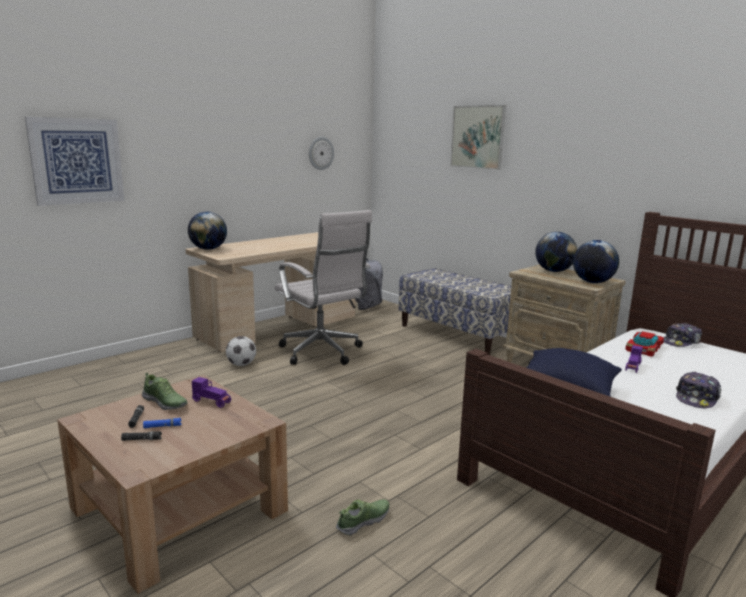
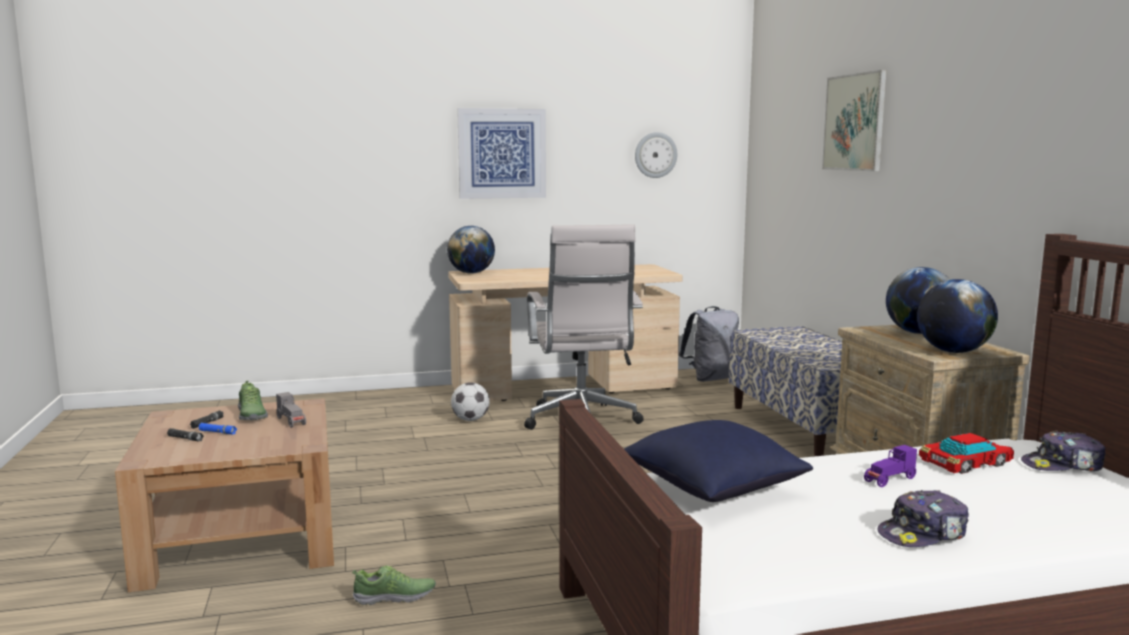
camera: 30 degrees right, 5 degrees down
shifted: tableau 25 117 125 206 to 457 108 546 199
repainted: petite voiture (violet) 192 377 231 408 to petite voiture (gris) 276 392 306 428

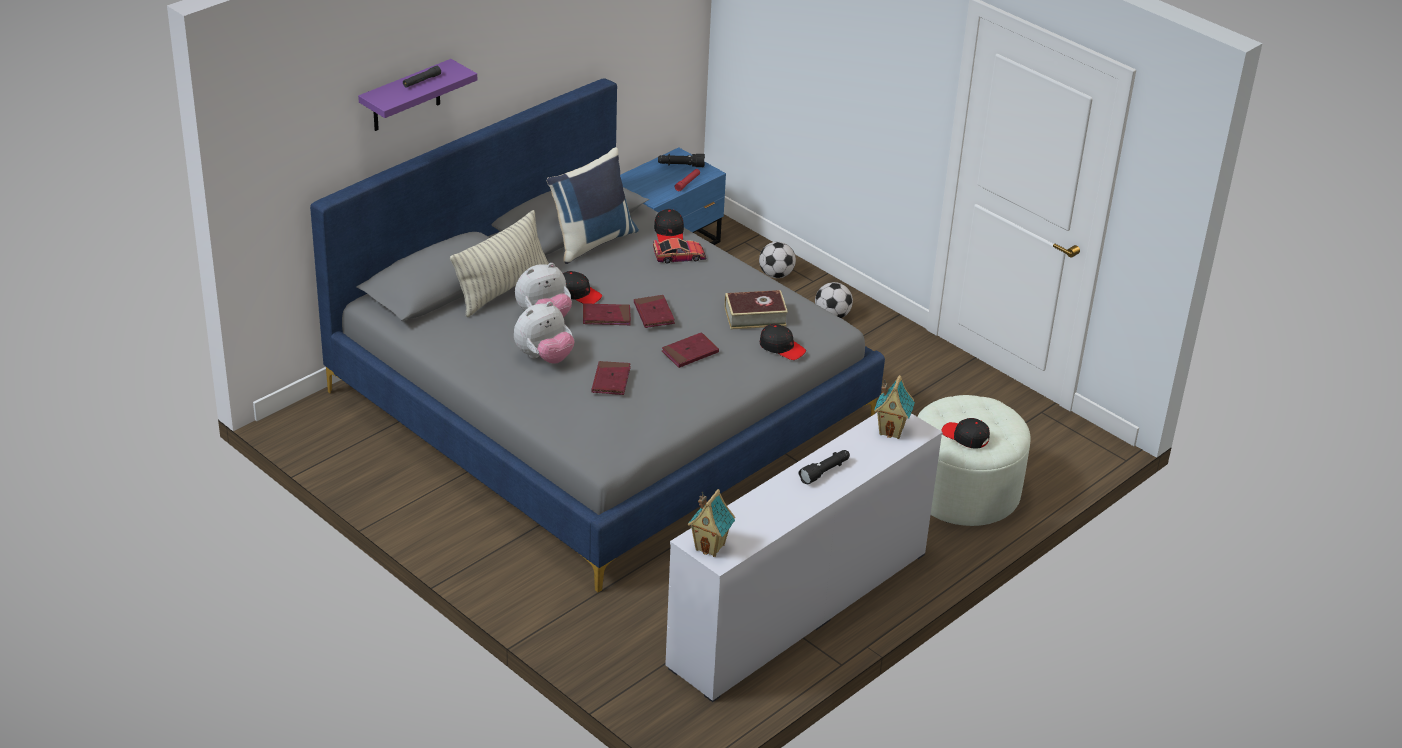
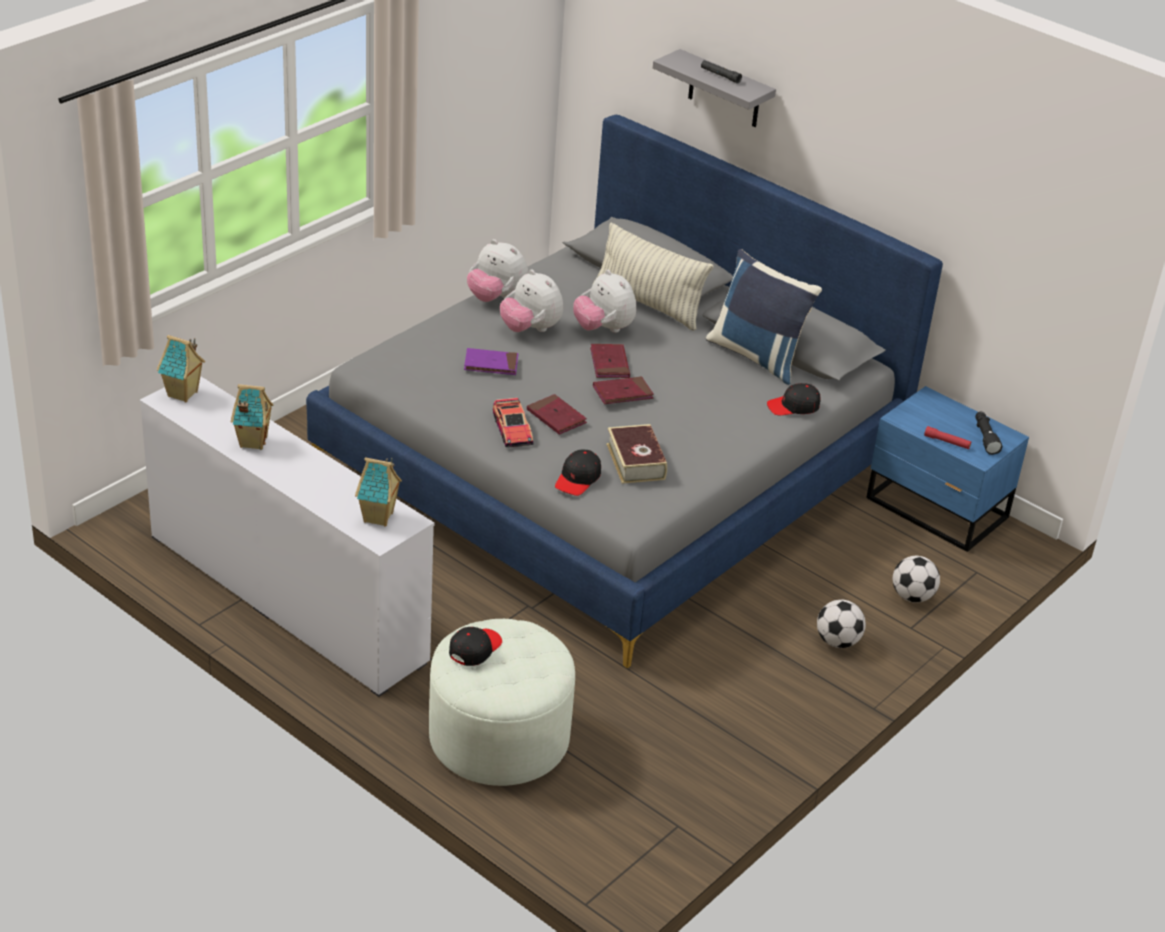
camera: 85 degrees right, 0 degrees up
gone: casquette (noir) 563 271 602 304; lampe de poche (noir) 799 450 850 485
new: maison miniature 231 384 273 450; peluche 467 239 528 302
shifted: petite voiture 653 237 706 264 to 493 398 534 447
repainted: étagère (violet) 358 59 477 131 to étagère (gris) 653 49 776 127; livre (rouge) 592 361 631 395 to livre (violet) 464 348 518 375

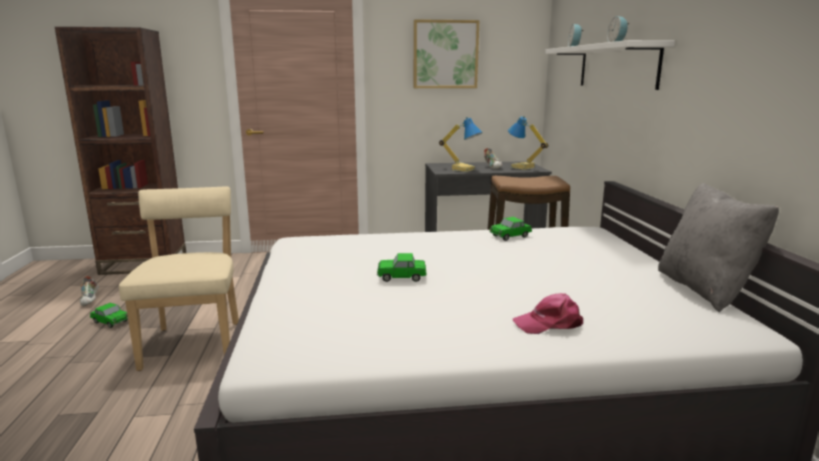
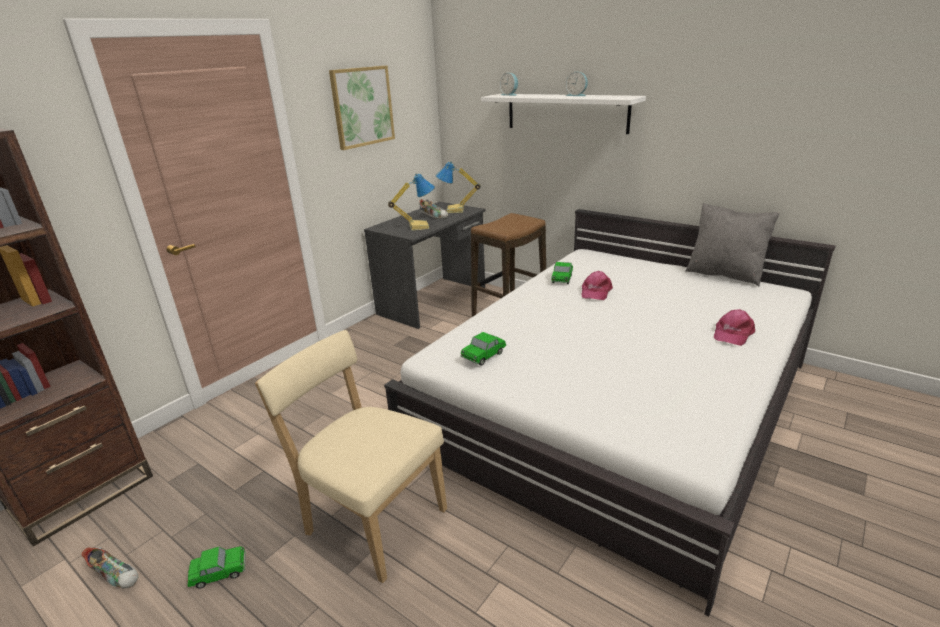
camera: 45 degrees left, 10 degrees up
new: casquette (rose) 582 271 613 300
shifted: petite voiture 377 253 426 282 to 461 332 506 366

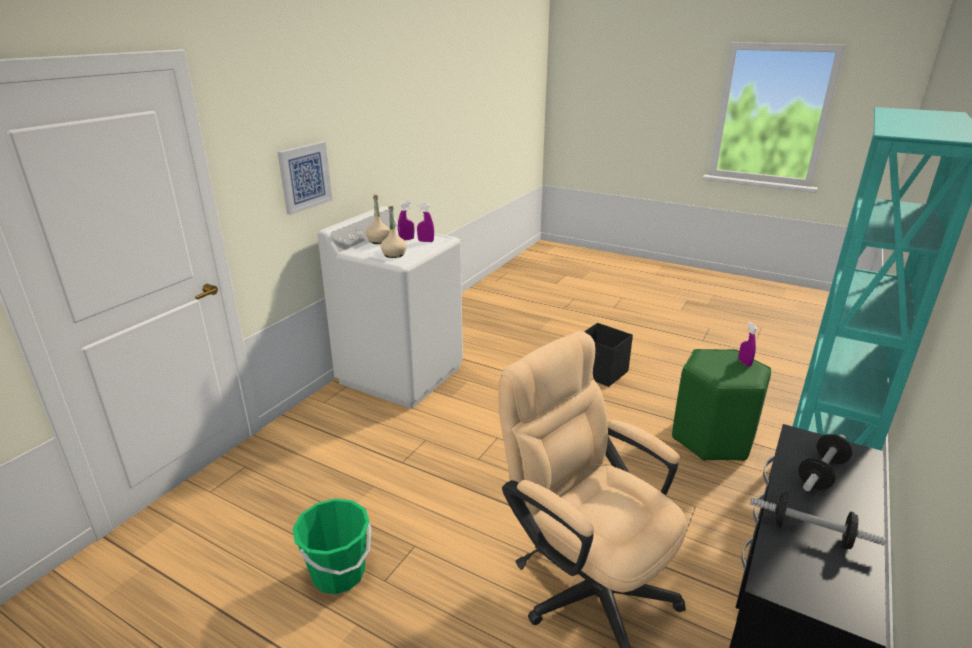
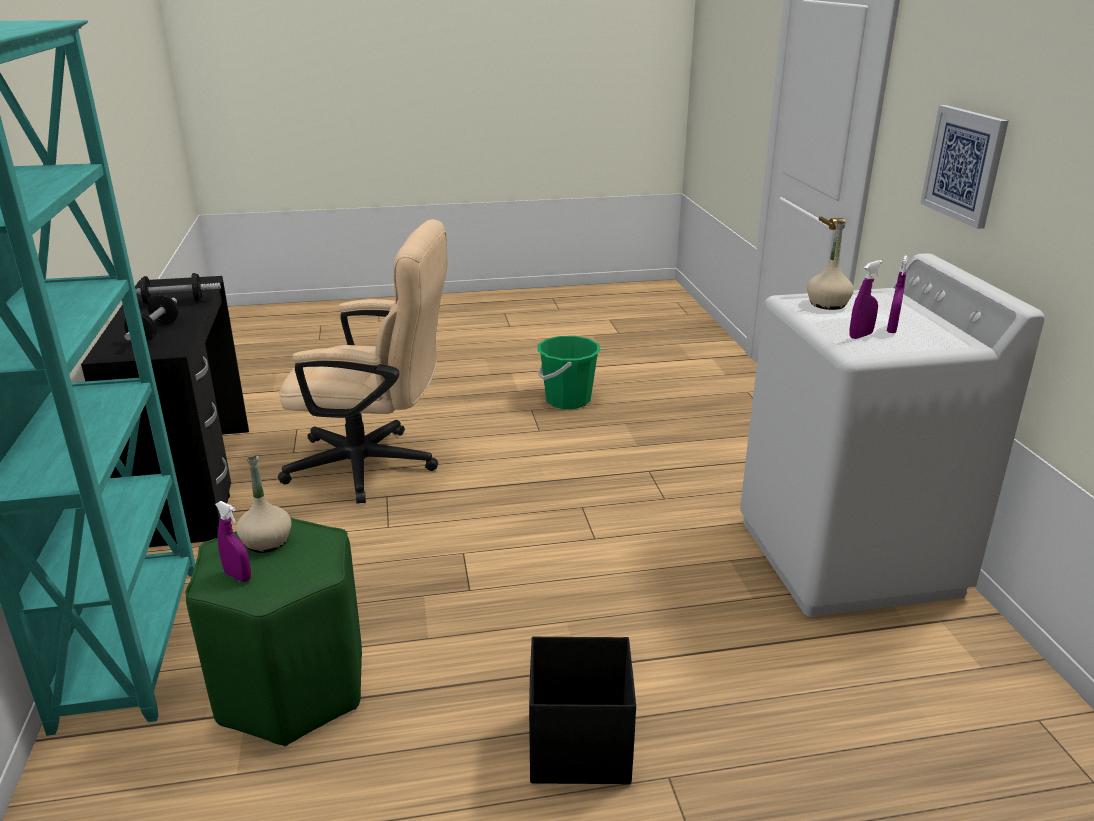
camera: 140 degrees right, 0 degrees up
shifted: bouteille (beige) 366 194 390 244 to 236 453 291 553

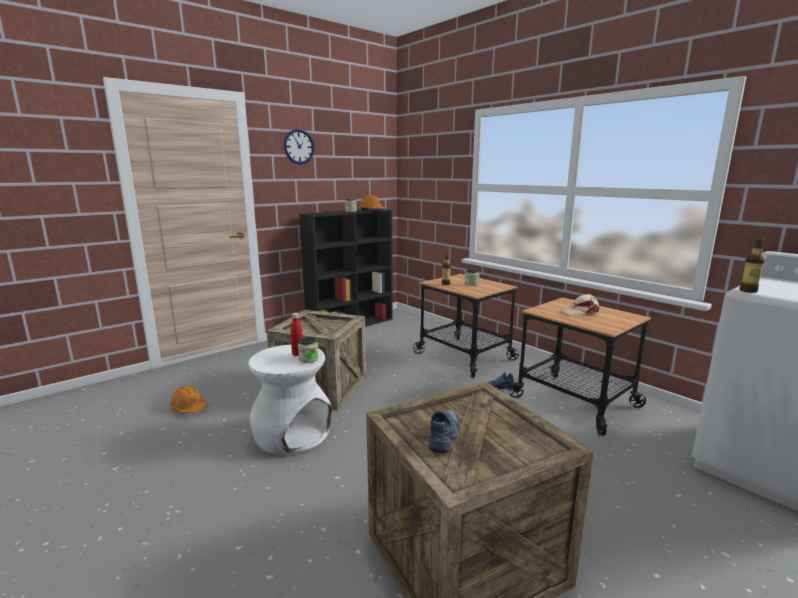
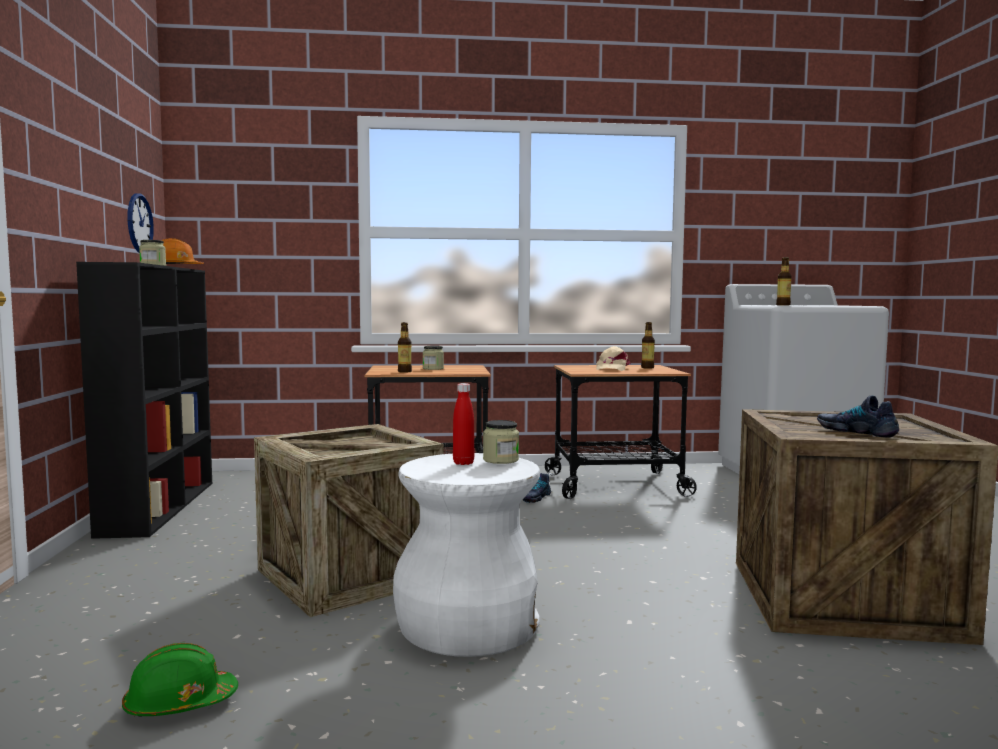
camera: 55 degrees left, 10 degrees down
new: bouteille 641 322 655 369
shifted: horloge murale 284 129 315 165 to 127 193 154 252
repainted: casque de chantier (orange) 170 386 207 413 to casque de chantier (vert) 122 643 238 717

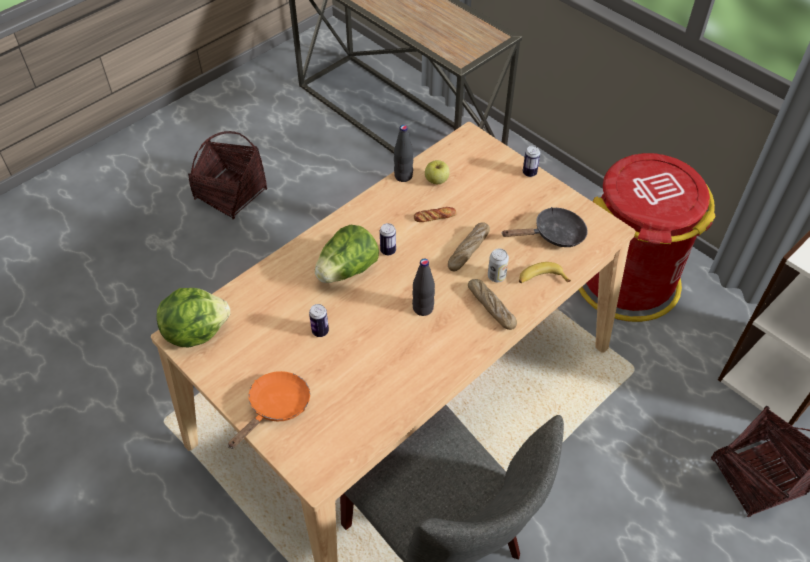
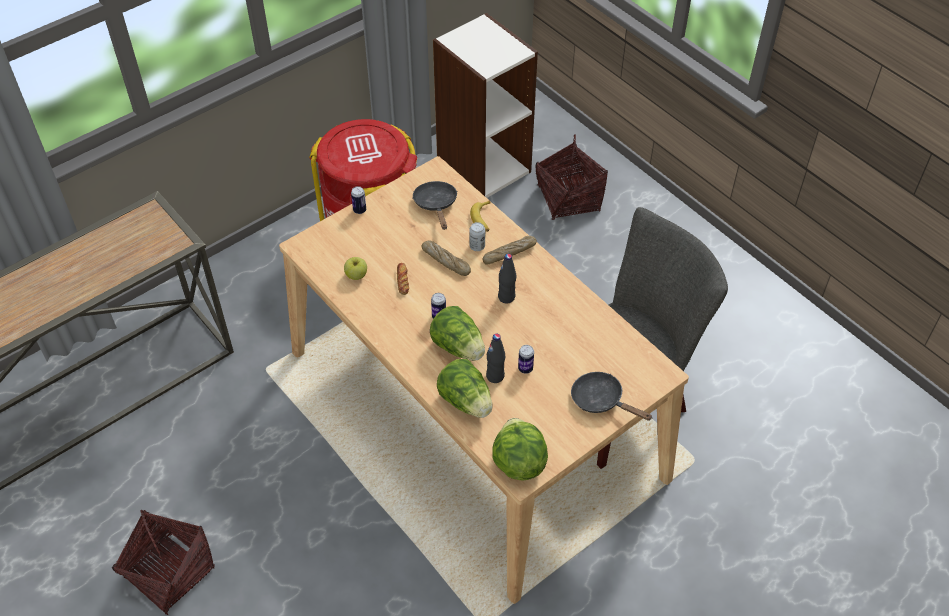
camera: 85 degrees left, 0 degrees up
new: laitue 437 359 493 418
shifted: bouteille (noir) 394 125 413 182 to 486 333 505 383
repainted: poêle (orange) 228 371 310 449 to poêle (noir) 571 372 653 421

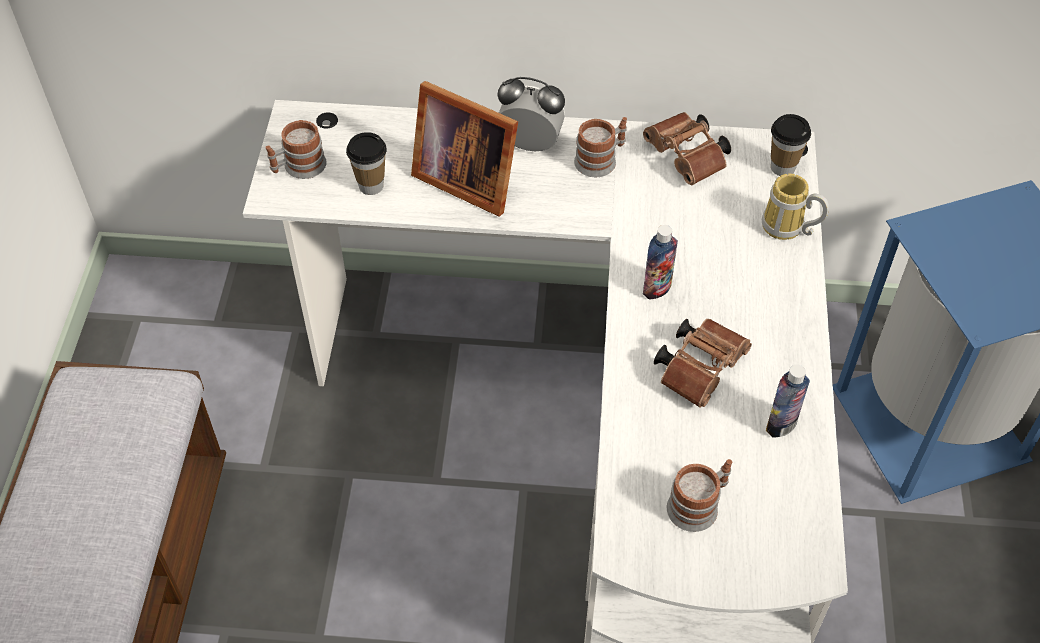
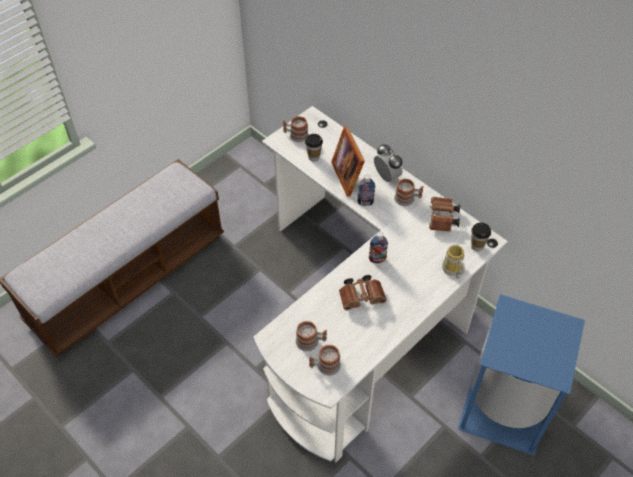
camera: 40 degrees right, 0 degrees up
new: mug 309 345 341 376
shifted: bouteille 766 365 810 438 to 357 174 375 206

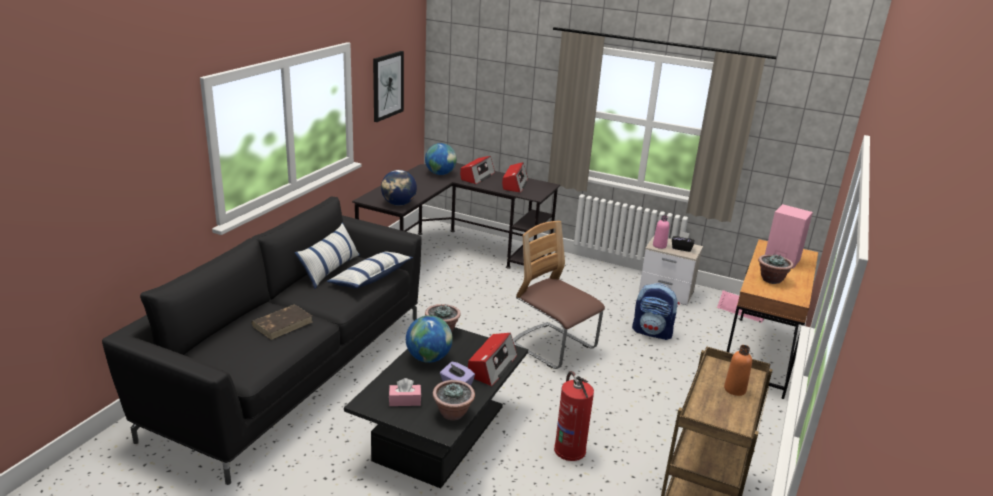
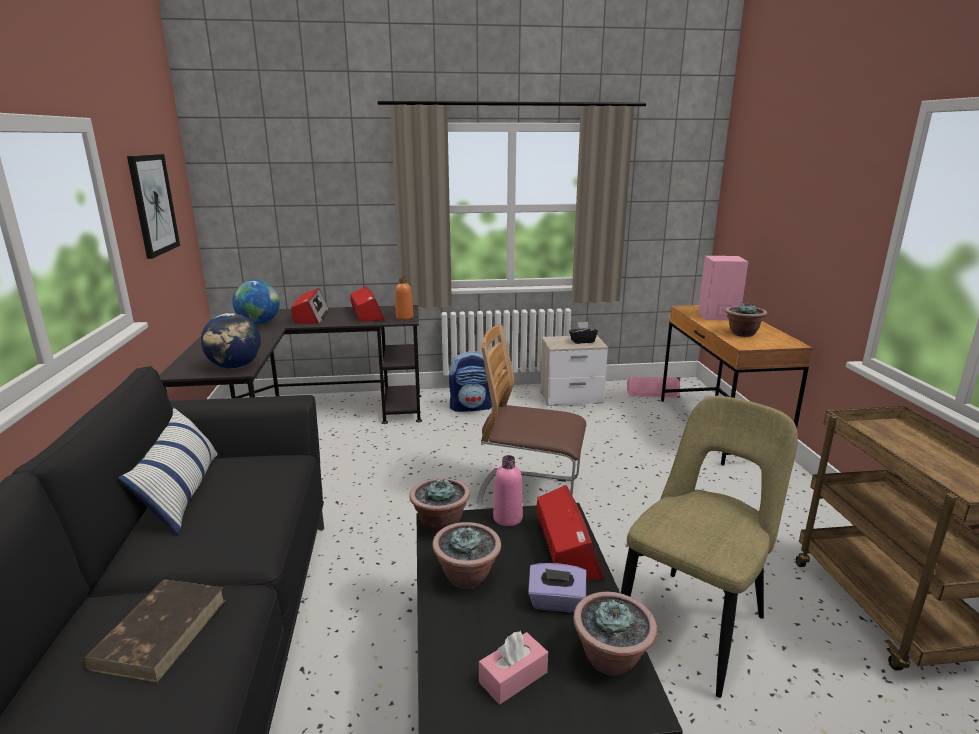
camera: 30 degrees left, 5 degrees down
gone: coussin 327 251 413 288
shifted: sac à dos 632 283 680 340 to 449 351 492 412; bouteille (rose) 653 215 669 249 to 493 455 523 526; bouteille (orange) 724 345 752 396 to 395 277 413 320
swapped: globe 406 315 453 363 to plante en pot 432 522 501 589; extincteur 554 371 594 461 to chaise (beige) 621 396 798 698

